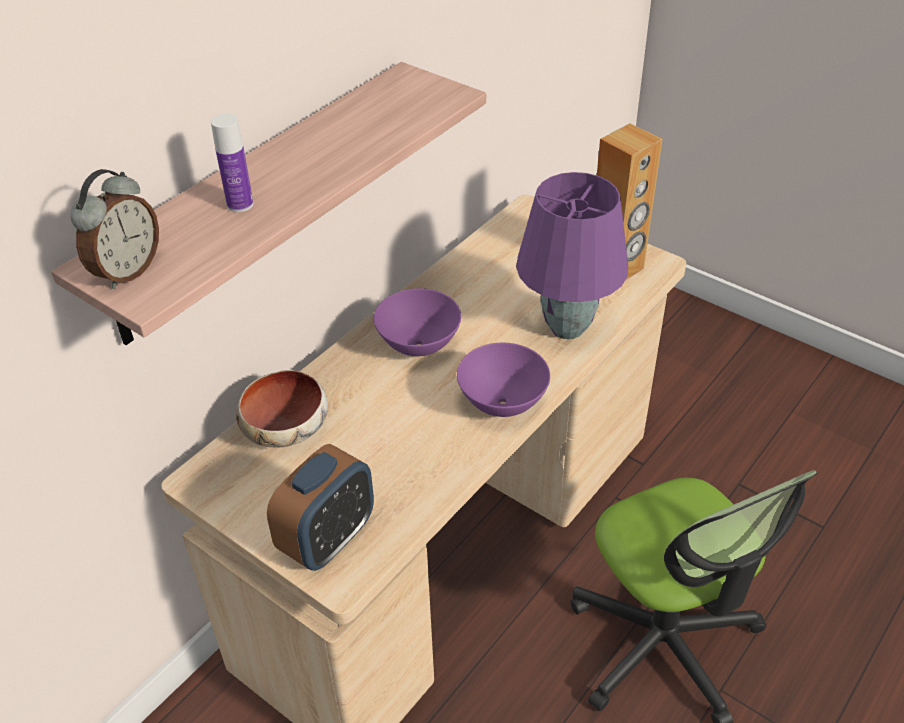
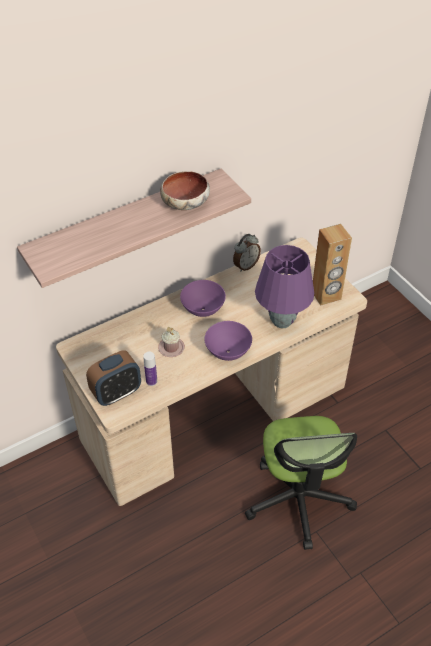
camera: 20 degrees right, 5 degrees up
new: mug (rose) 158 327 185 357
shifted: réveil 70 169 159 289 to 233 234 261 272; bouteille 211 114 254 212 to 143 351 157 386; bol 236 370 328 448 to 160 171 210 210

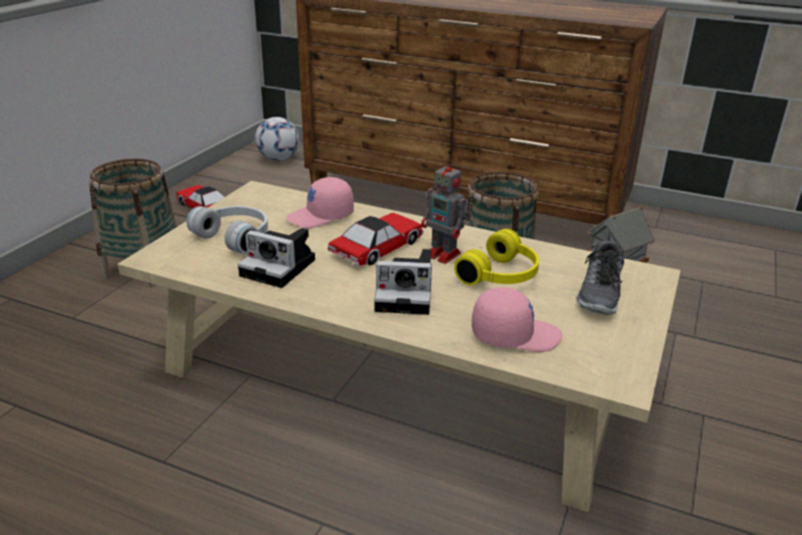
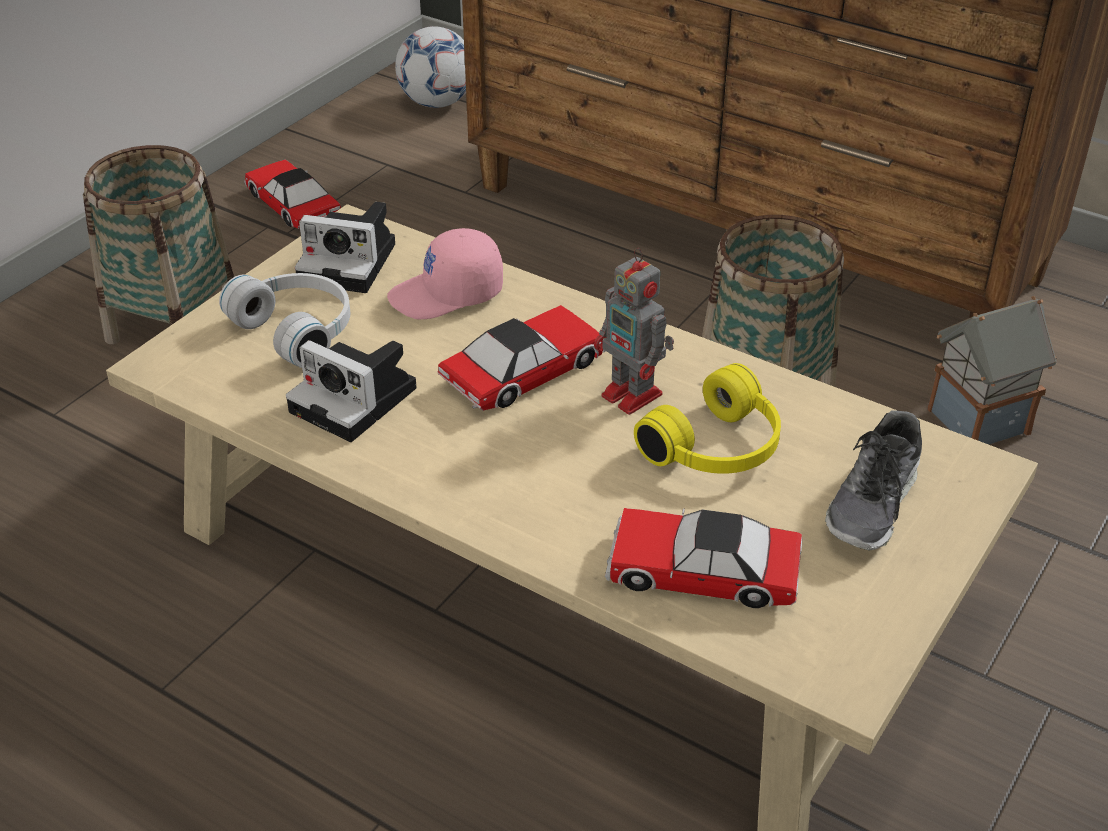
camera: 10 degrees right, 10 degrees up
shifted: appareil photo 374 249 432 315 to 295 202 395 293
swapped: casquette (rose) 472 287 562 352 to petite voiture 605 508 803 608

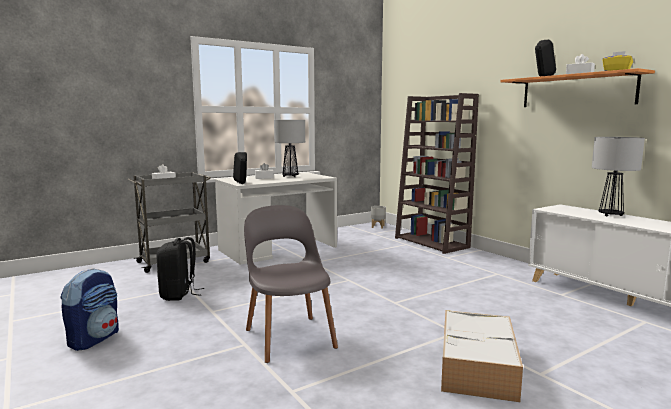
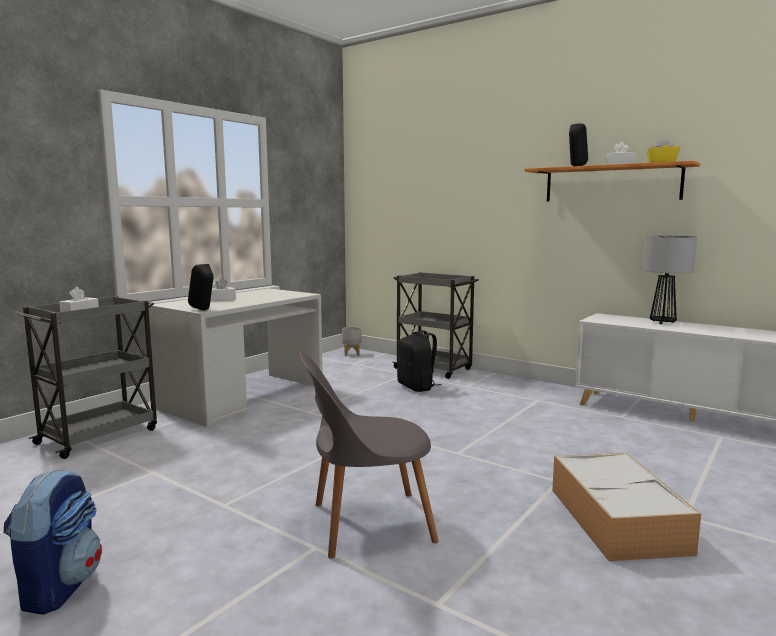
camera: 20 degrees left, 0 degrees up
gone: lampe de table 274 120 305 177
shifted: sac à dos (noir) 156 237 204 301 to 397 330 441 392
swapped: bibliothèque (marron) 395 93 479 254 to chariot (gris) 392 272 479 379
rotated: chaise (gris) 244 205 338 363 = 299 351 439 559 60 degrees counterclockwise

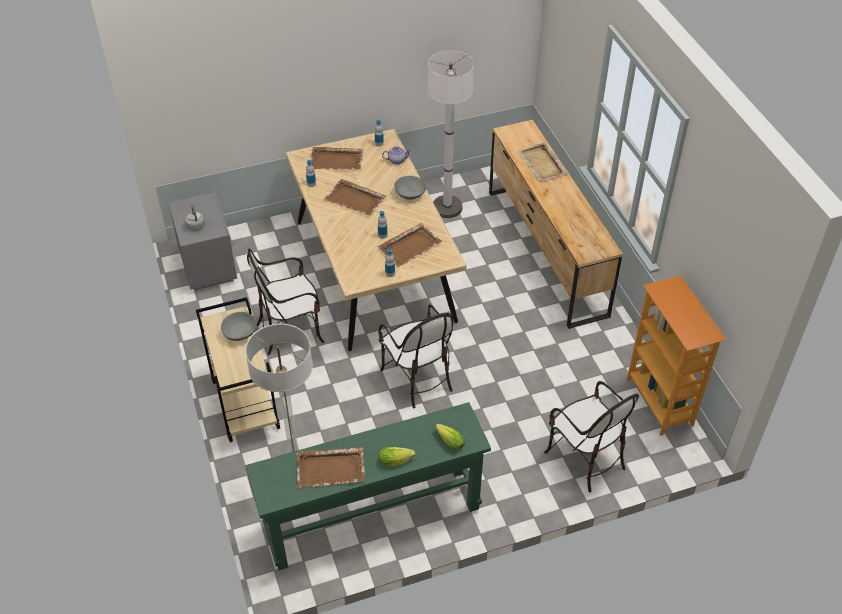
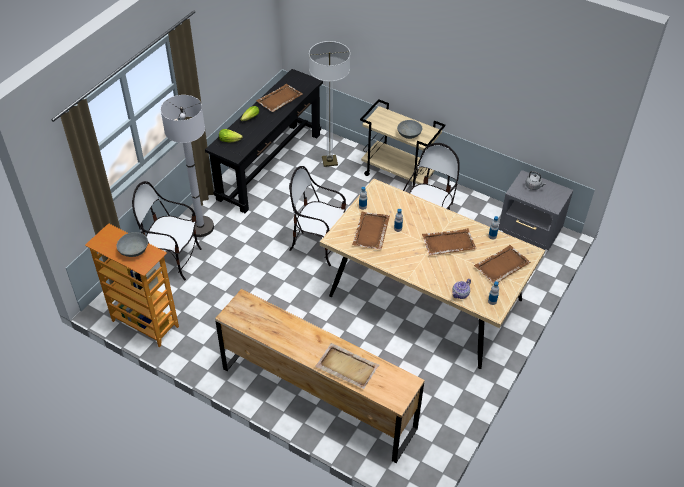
camera: 140 degrees right, 0 degrees up
shifted: bol (gris) 394 176 426 200 to 117 232 148 257; lampadaire (blanc) 428 50 474 218 to 161 95 214 237
repainted: table console (vert) 245 402 491 570 to table console (noir) 205 69 323 213

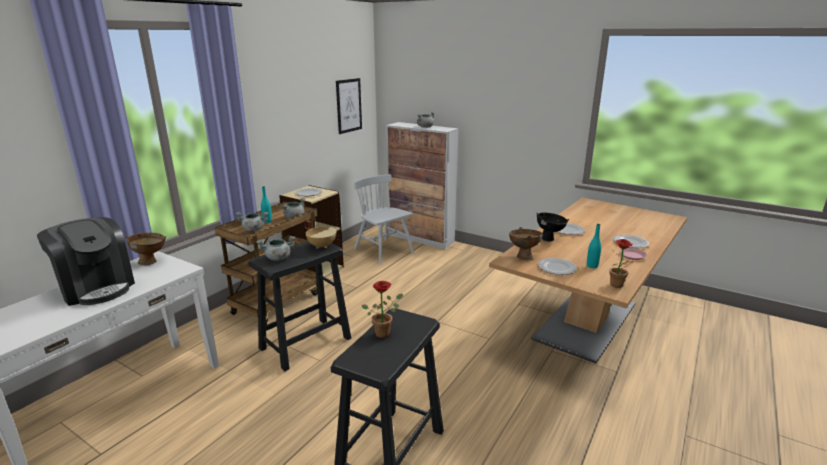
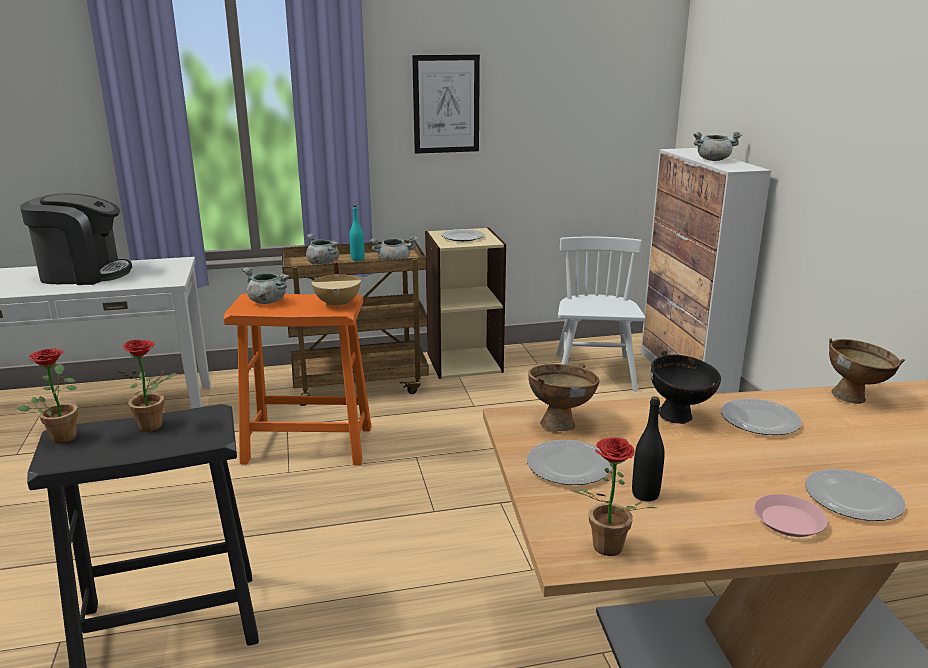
camera: 45 degrees right, 0 degrees up
new: plante en pot 17 348 78 444
shifted: bol (marron) 126 233 166 265 to 829 338 905 404; tableau 336 78 362 134 to 412 55 480 154
repainted: tabouret (noir) 248 241 351 371 to tabouret (orange) 223 293 372 466; bouteille (turquoise) 587 224 601 268 to bouteille (noir) 632 396 665 502
rotated: machine à café 37 217 135 306 = 20 193 132 285 90 degrees counterclockwise

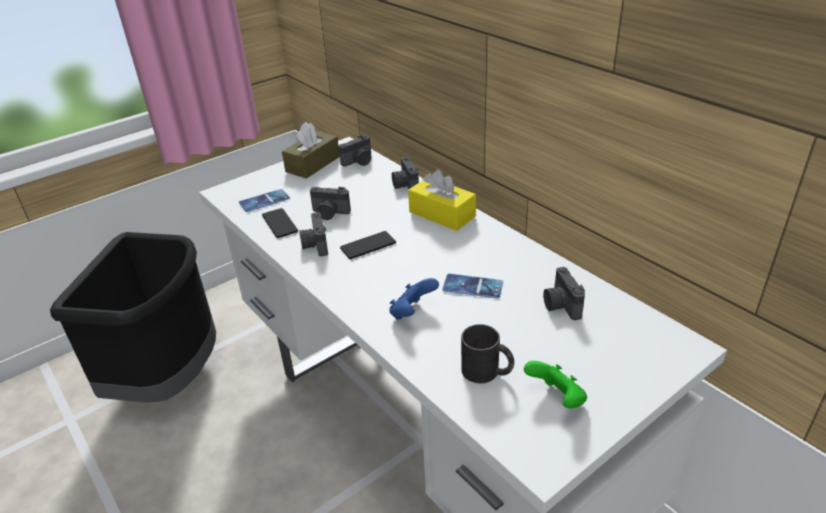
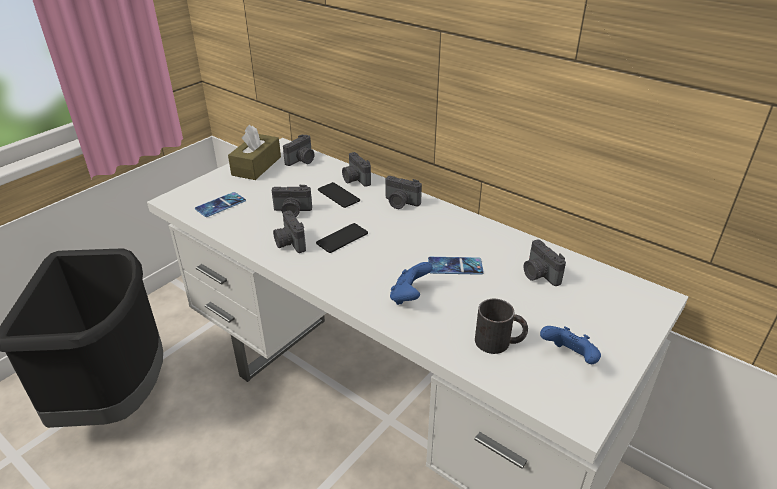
camera: 15 degrees left, 0 degrees up
shifted: téléphone 262 208 298 238 to 318 182 360 208
swapped: boîte à mouchoirs (jaune) 408 169 476 231 to appareil photo 386 176 422 209
repainted: manette (vert) 524 361 587 408 to manette (bleu) 540 326 601 364

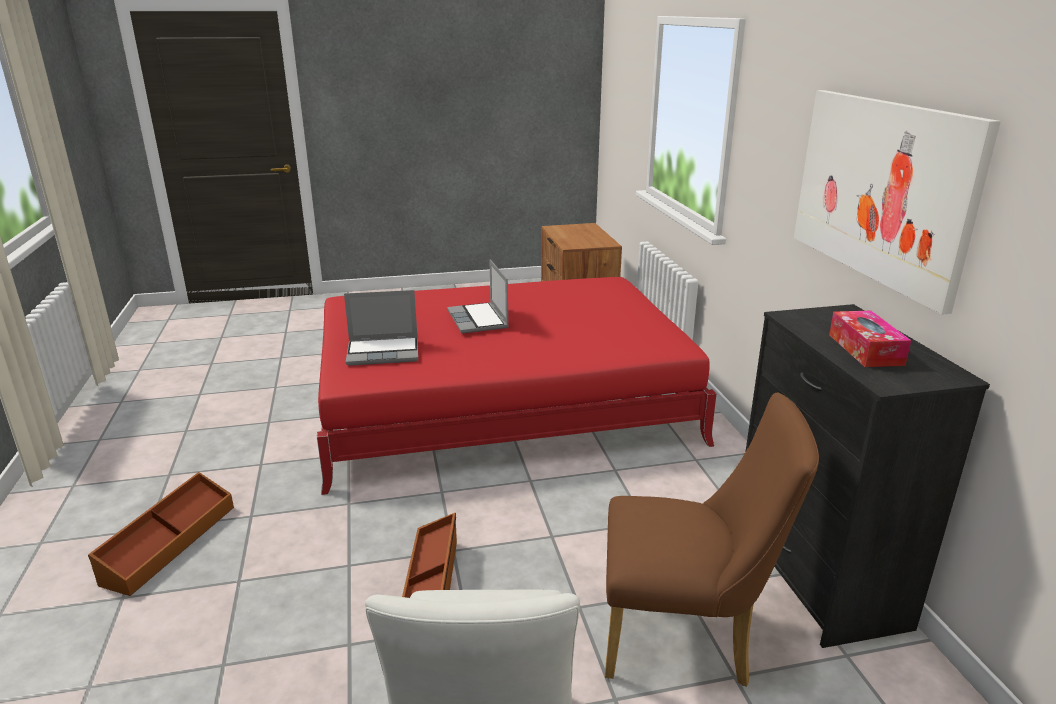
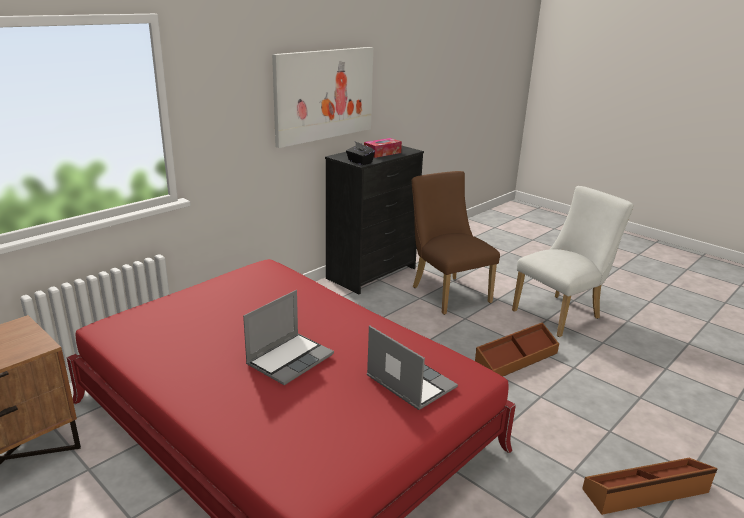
camera: 125 degrees left, 0 degrees up
new: boîte à mouchoirs (noir) 346 142 375 165

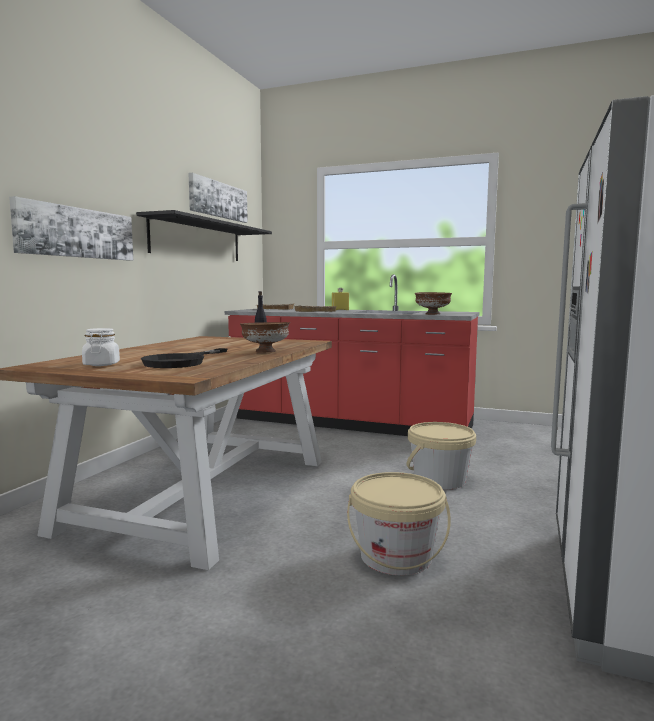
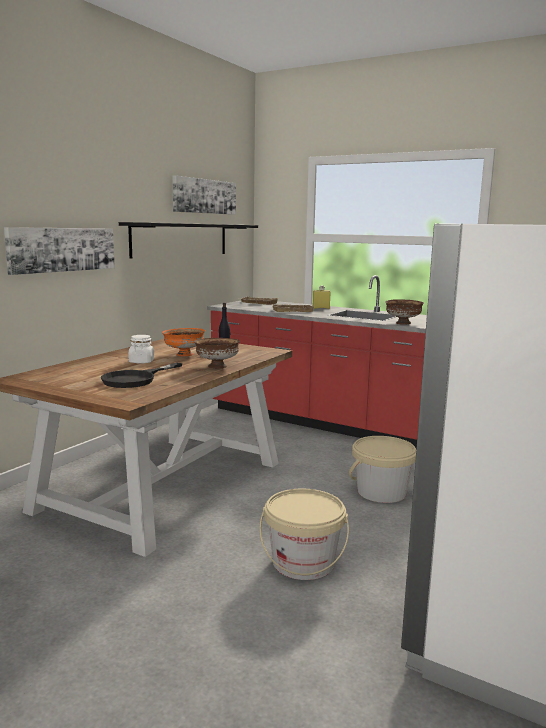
camera: 10 degrees right, 5 degrees up
new: bol (orange) 162 328 205 356
shifted: bocal (blanc) 82 328 120 366 to 128 335 154 364

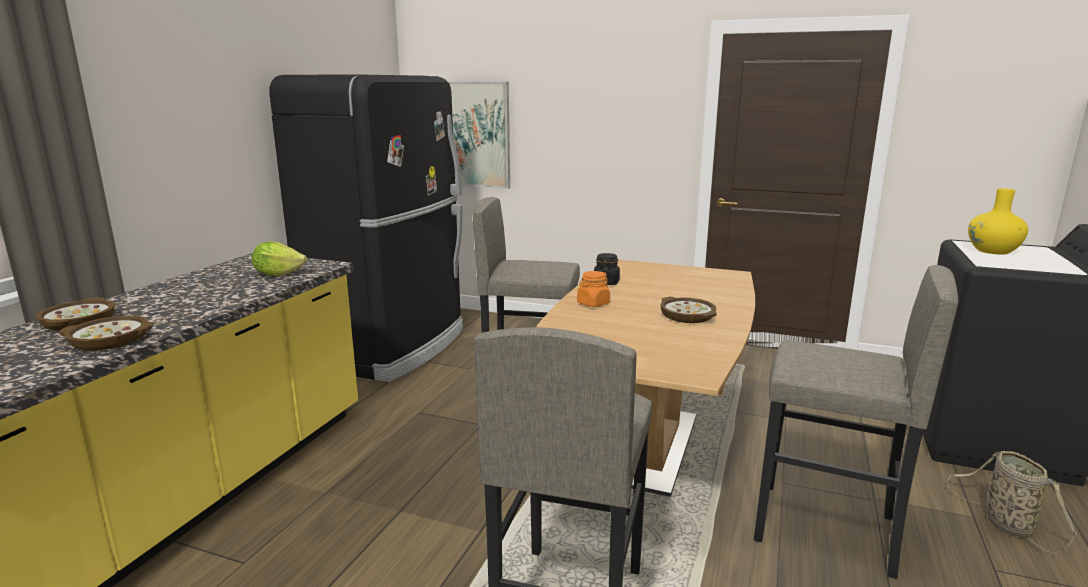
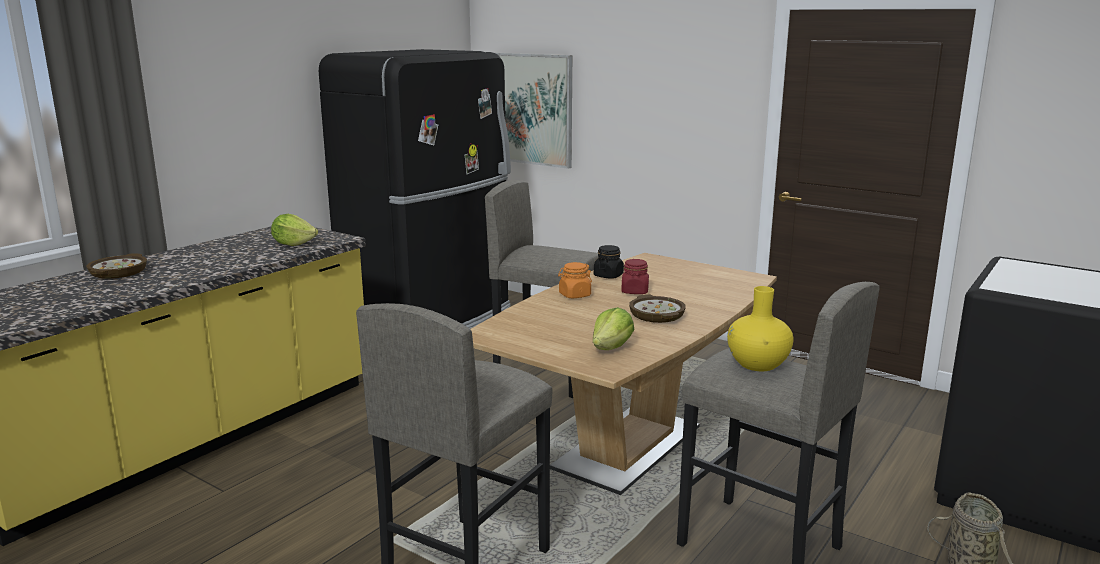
camera: 15 degrees right, 0 degrees up
gone: bol 59 316 154 351
new: laitue 593 307 634 350; bocal (rouge) 621 259 649 294
shifted: vase (jaune) 968 188 1028 255 to 727 286 794 371

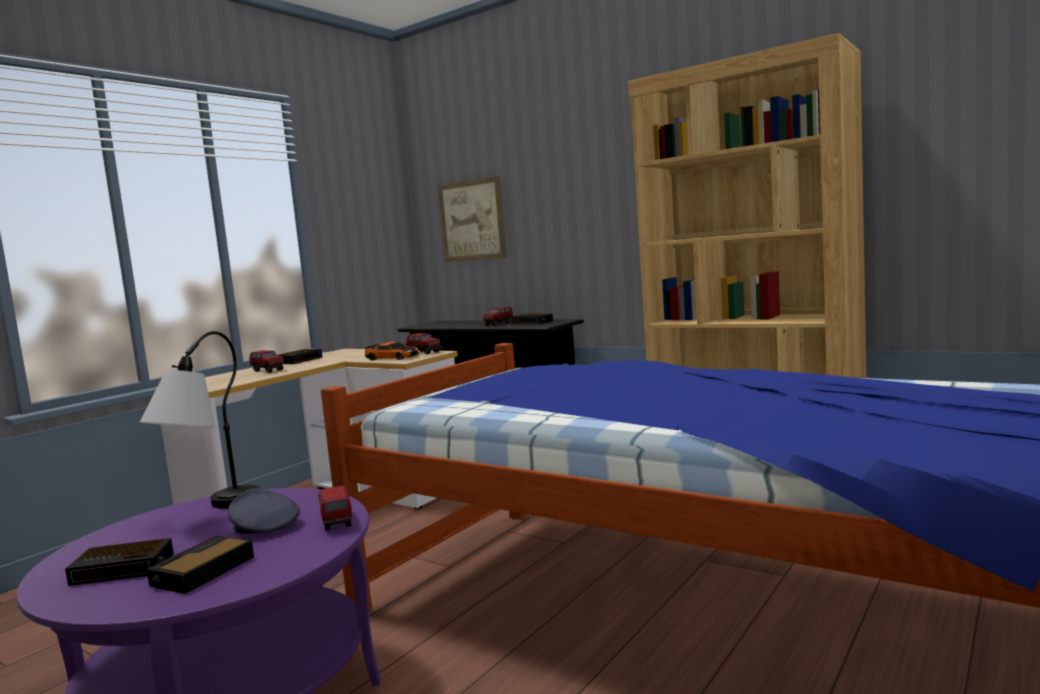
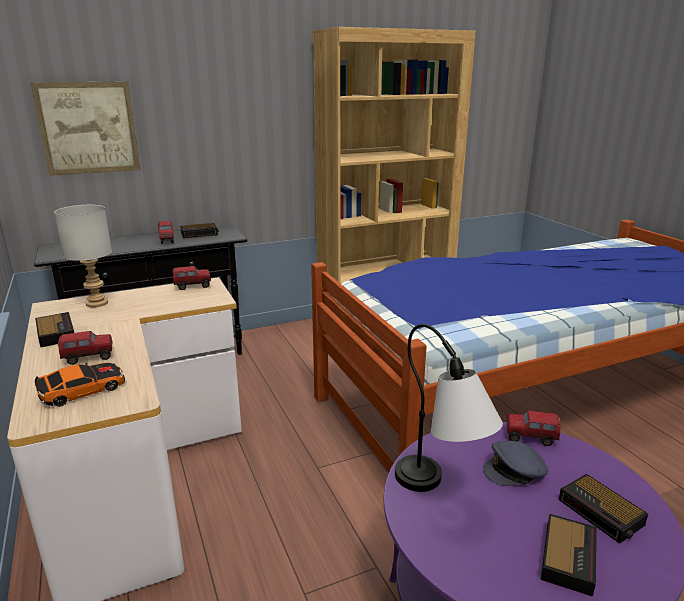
camera: 60 degrees left, 15 degrees up
new: lampe de table (gris) 54 205 112 308
shifted: petite voiture 365 342 419 360 to 35 363 125 407

